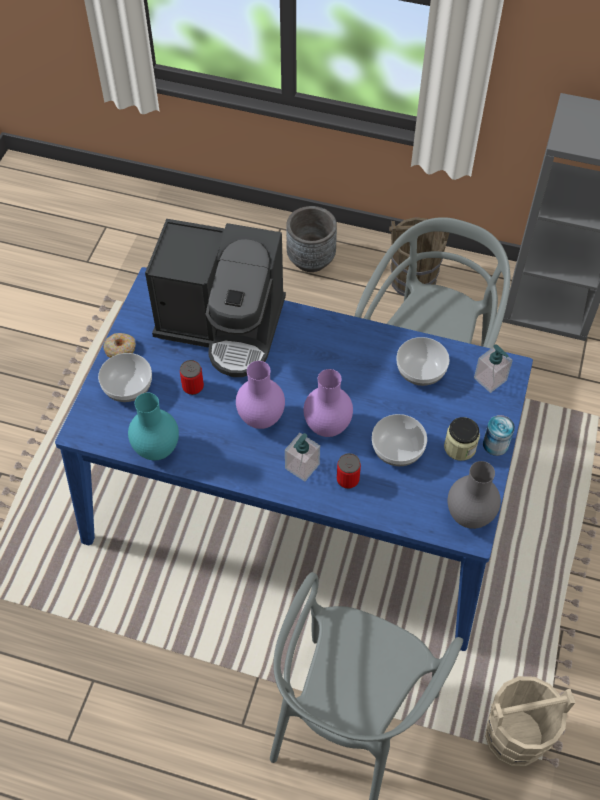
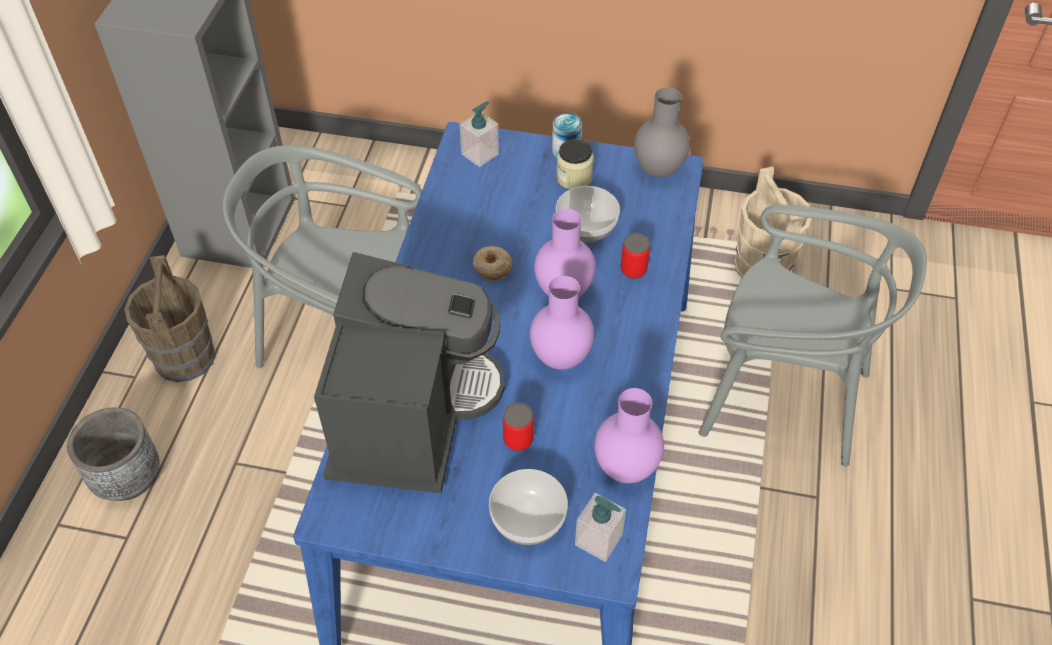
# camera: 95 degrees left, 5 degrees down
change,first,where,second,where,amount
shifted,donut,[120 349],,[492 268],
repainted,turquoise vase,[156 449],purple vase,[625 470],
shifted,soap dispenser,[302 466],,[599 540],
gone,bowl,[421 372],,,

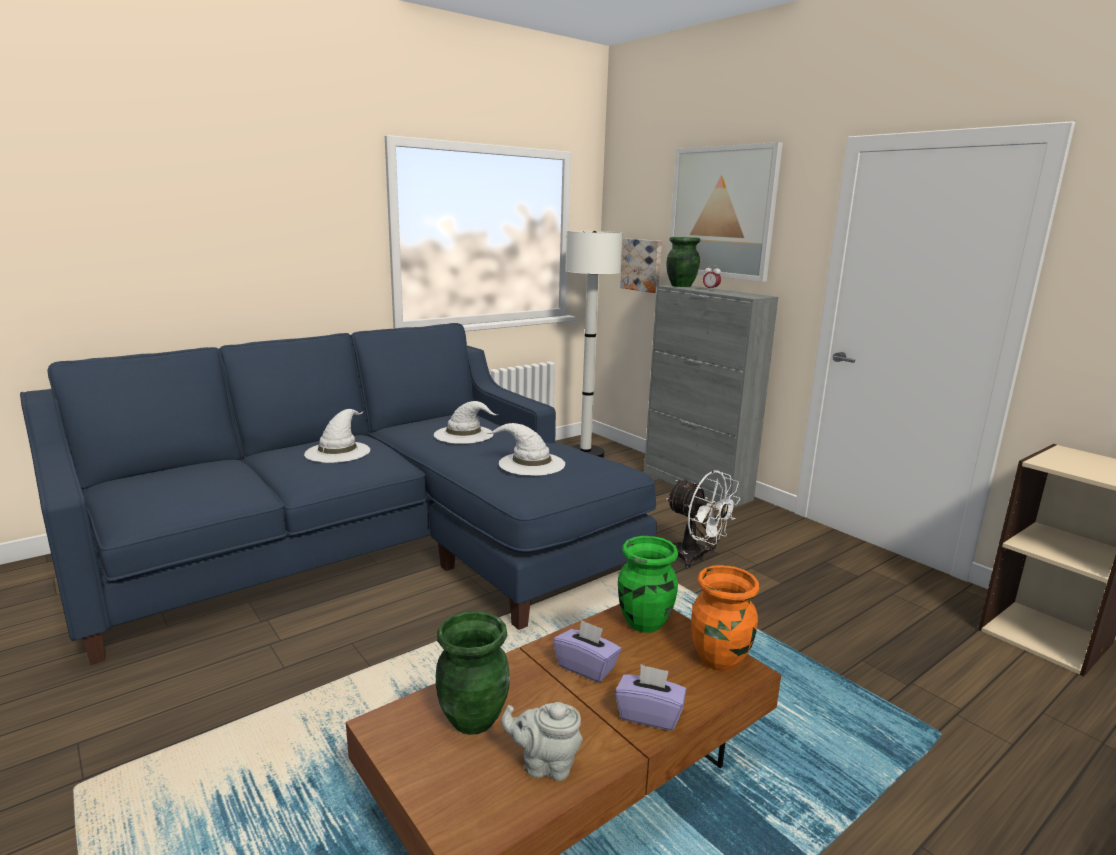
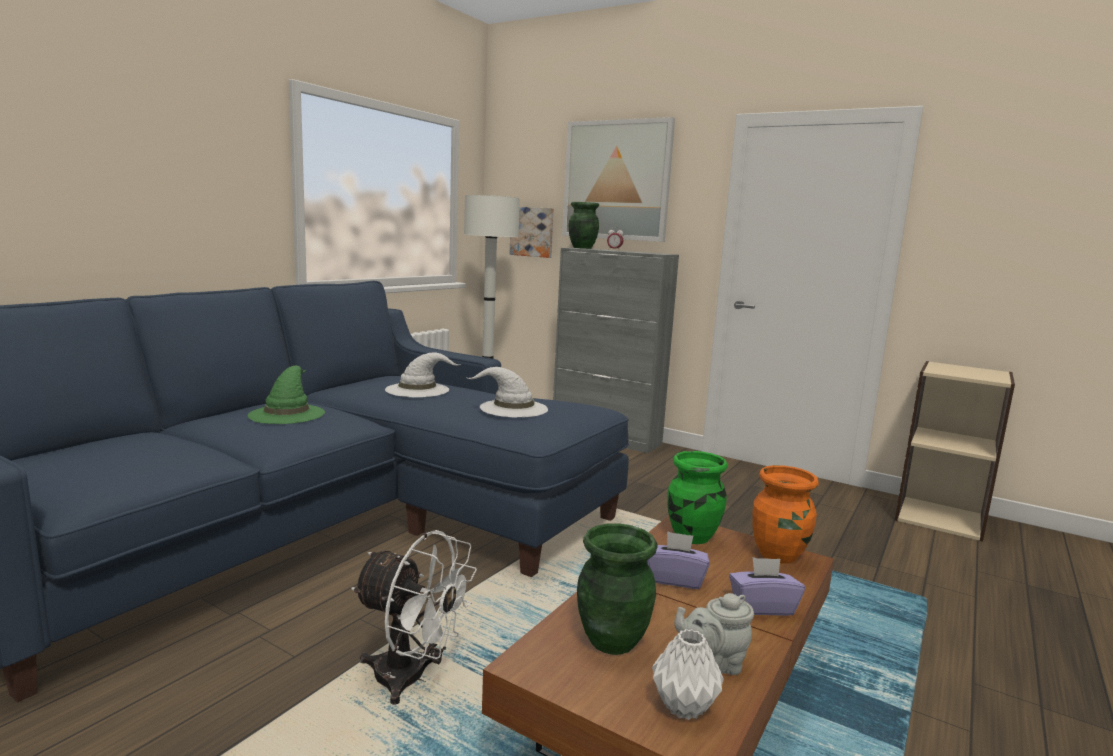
# camera: 20 degrees left, 5 degrees down
change,first,where,second,where,amount
repainted,white hat,[338 451],green hat,[287 413],
shifted,white fan,[696 558],,[412 679],
new,,,white vase,[685 707],

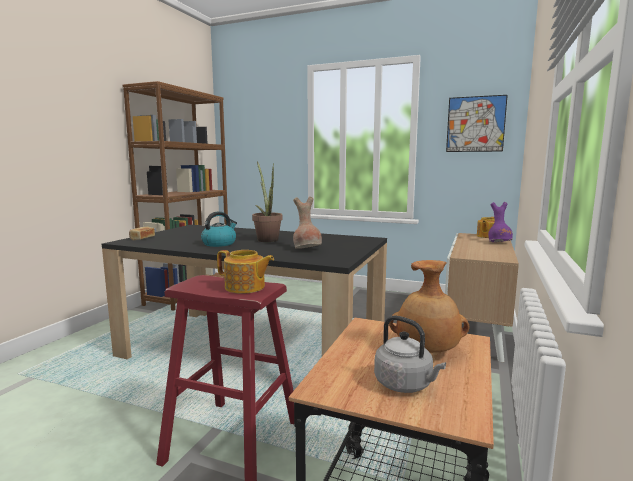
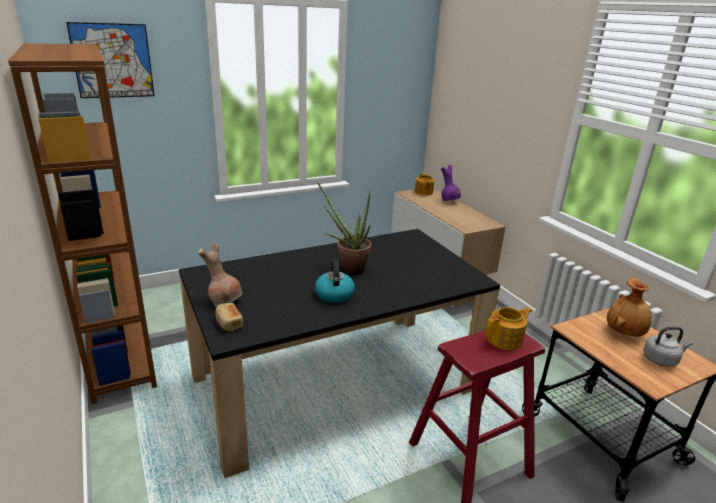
# camera: 50 degrees left, 15 degrees up
change,first,where,second,where,amount
shifted,brown vase,[307 249],,[225 301],
shifted,picture,[475 124],,[112 61],

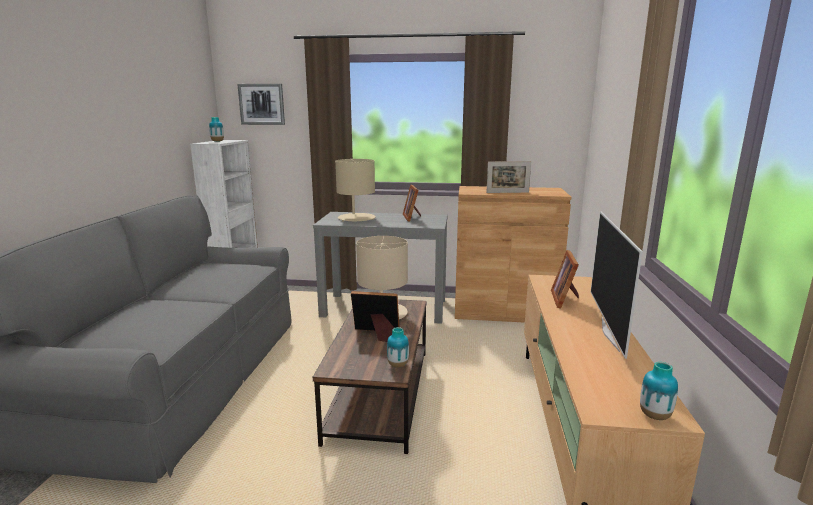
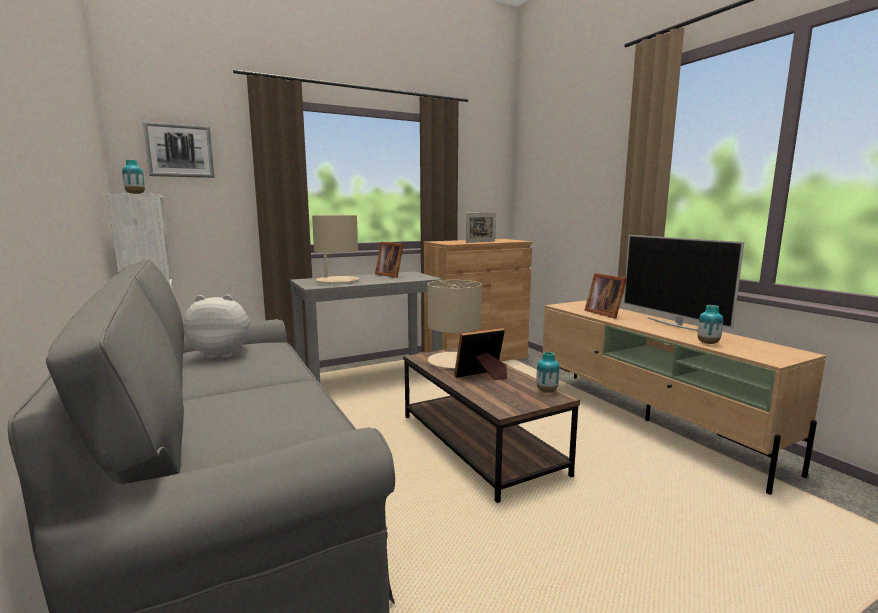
# camera: 35 degrees left, 5 degrees down
change,first,where,second,where,amount
shifted,vase,[654 415],,[708 343],
new,,,plush toy,[223 354],

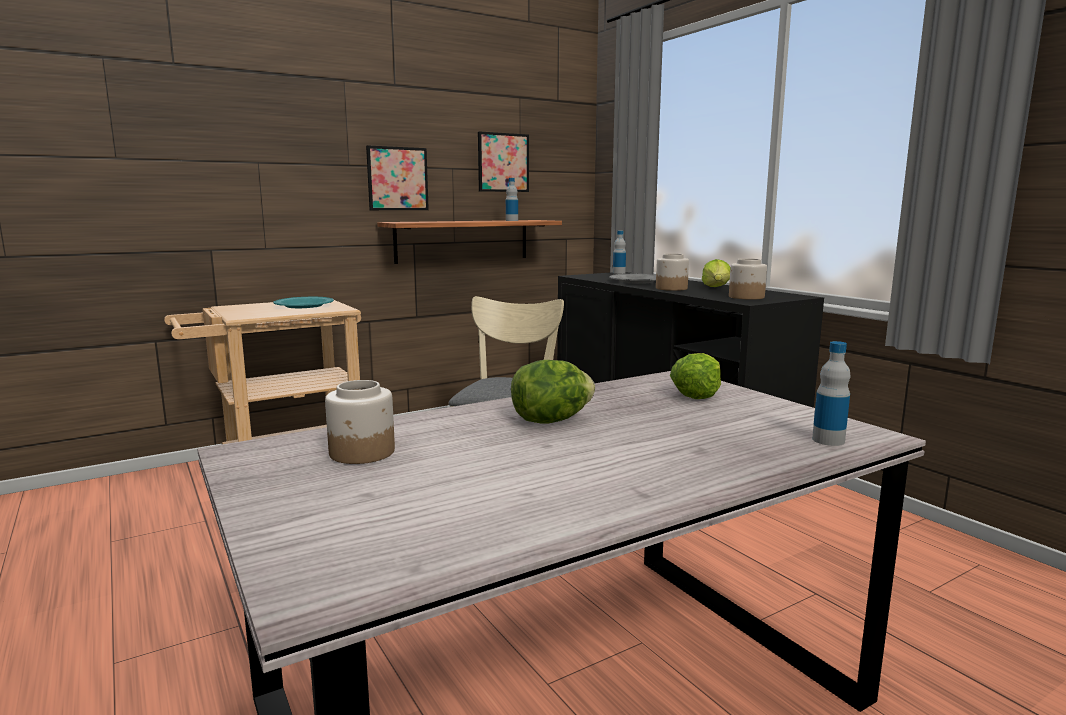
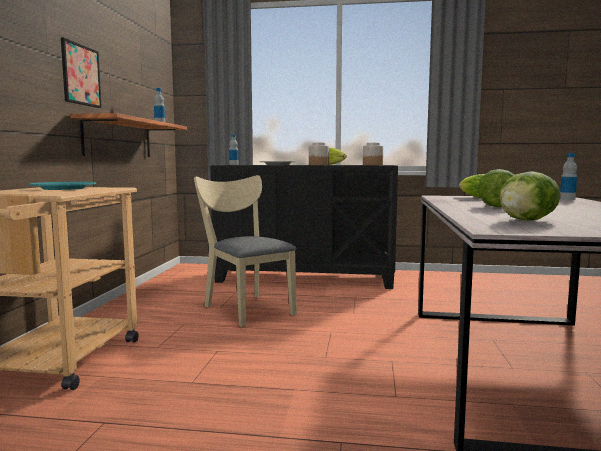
# camera: 50 degrees left, 5 degrees down
change,first,where,second,where,amount
swapped,jar,[362 453],lettuce,[526 220],
gone,picture,[503 162],,,

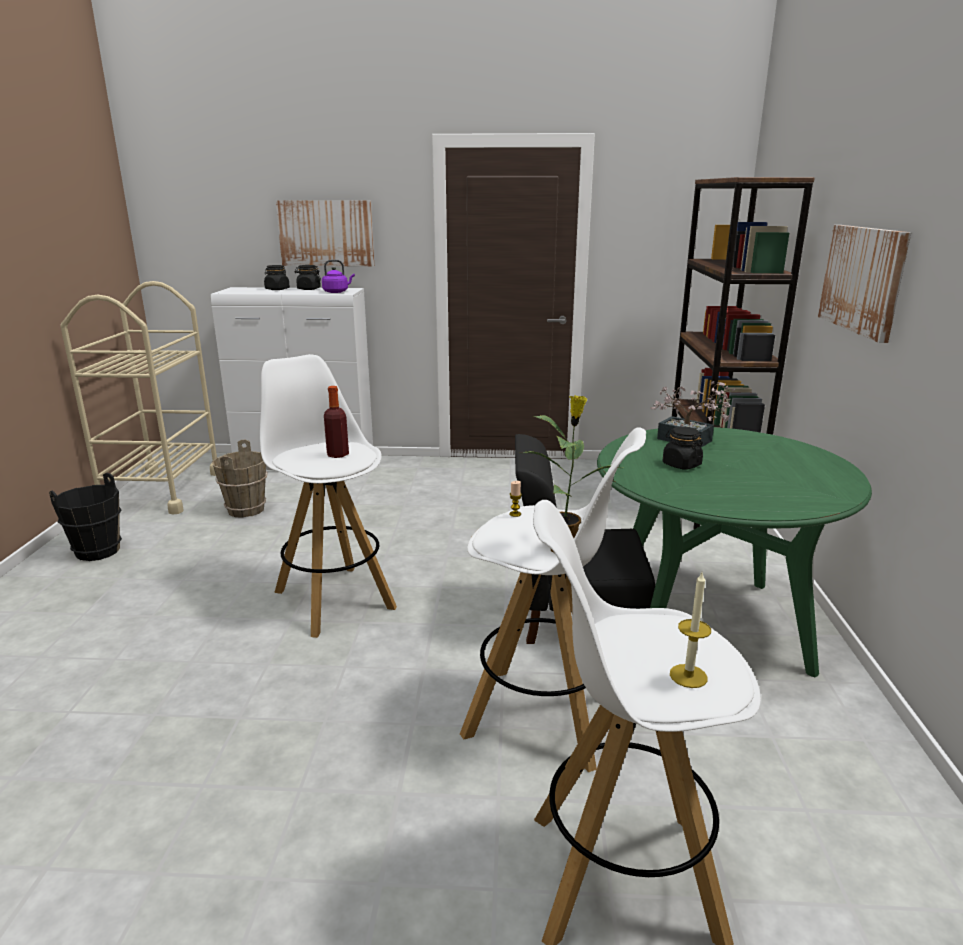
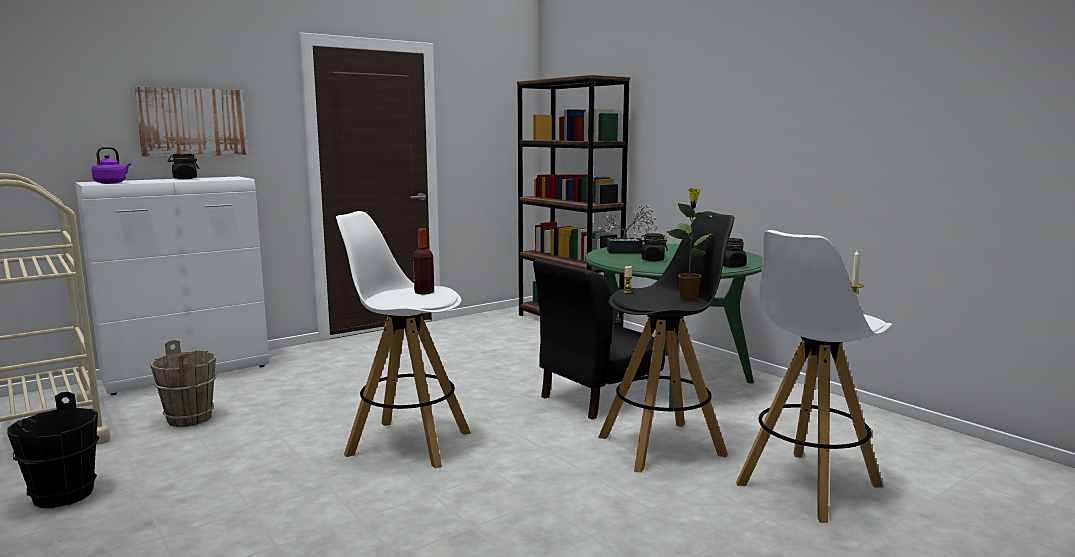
# camera: 40 degrees left, 10 degrees down
change,first,where,second,where,amount
shifted,black jar,[277 289],,[731 266],
shifted,purple kettle,[337 292],,[111 183],
repainted,white stool,[543 716],black stool,[663 446],
gone,picture,[863 279],,,

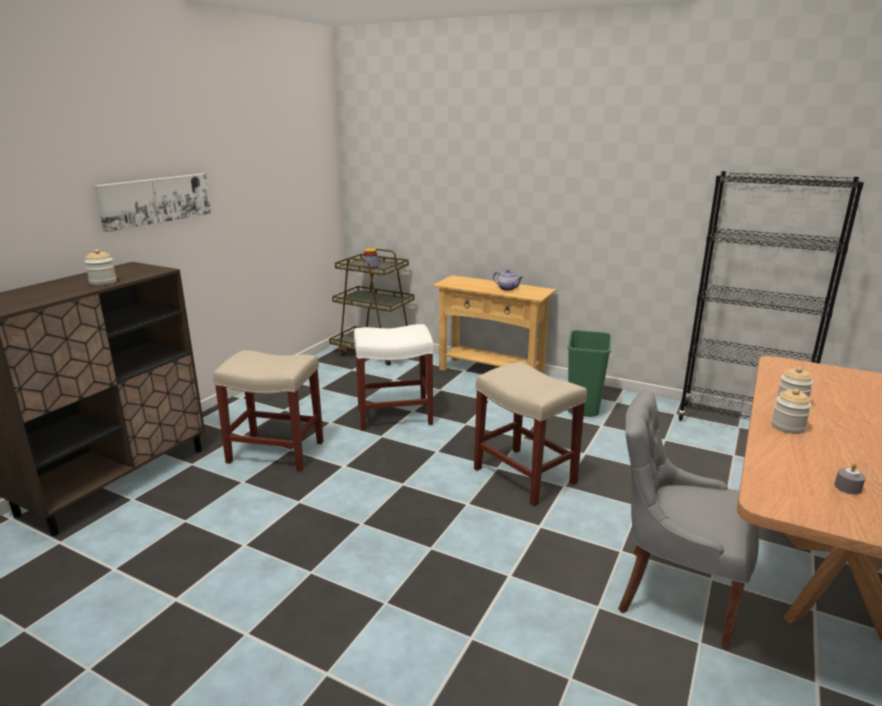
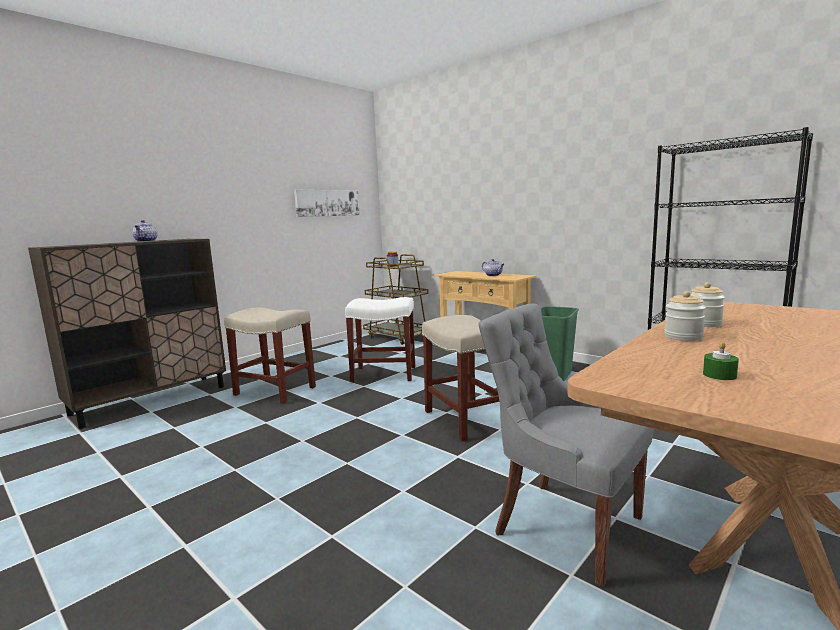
# camera: 15 degrees right, 10 degrees down
change,first,where,second,where,amount
swapped,jar,[103 282],teapot,[146 241],
shifted,picture,[155 200],,[327 203],
repainted,grey candle,[847 487],green candle,[719 375],

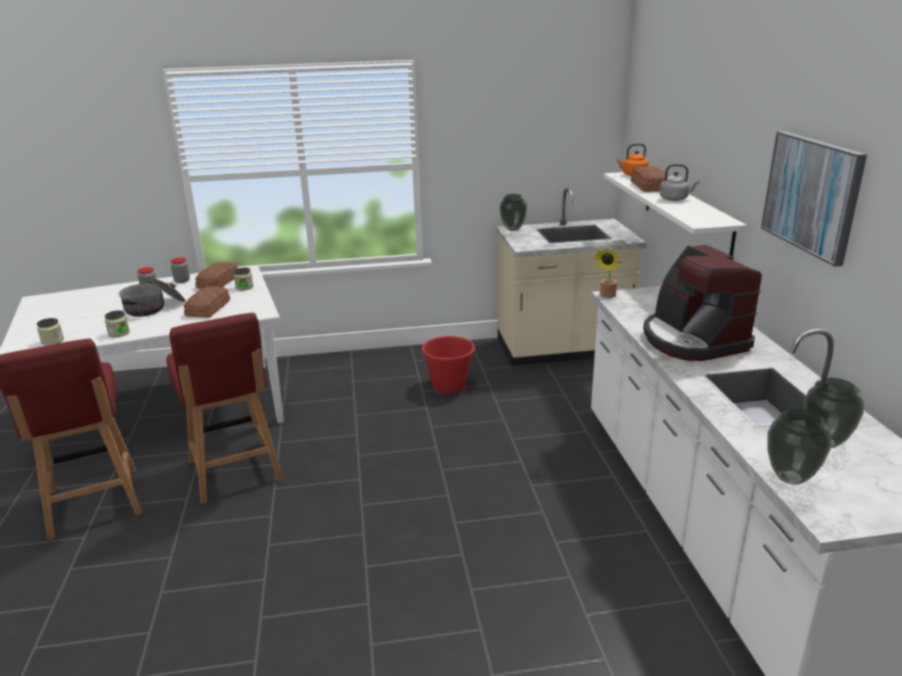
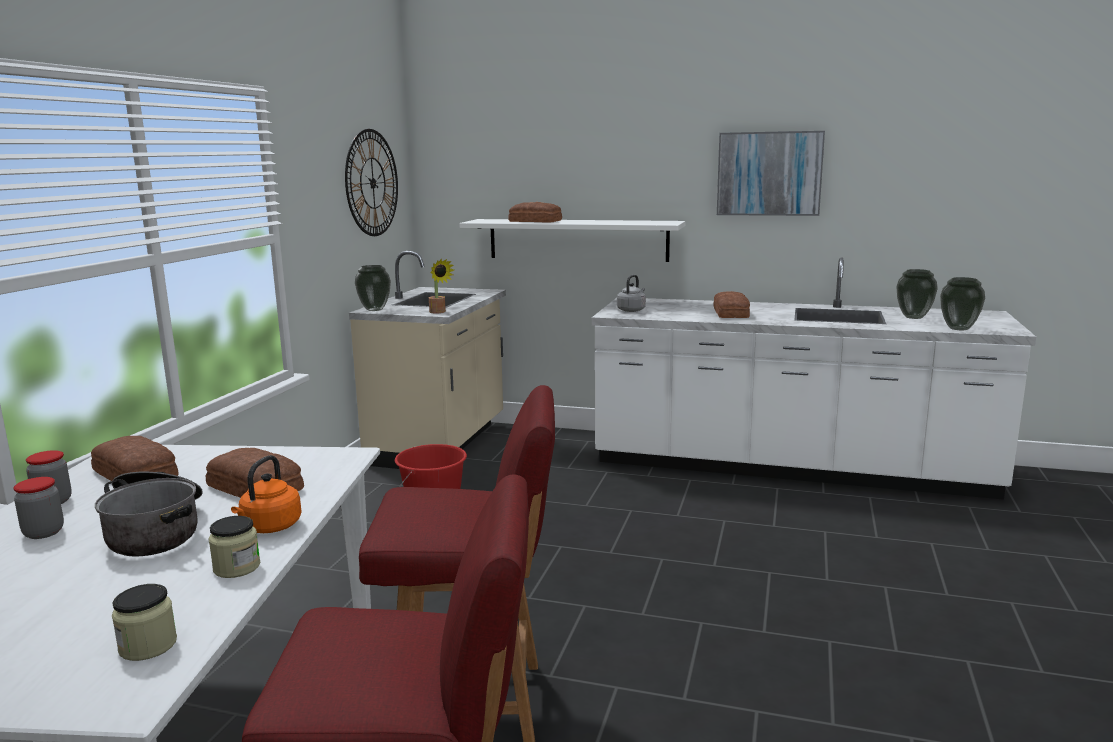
# camera: 65 degrees left, 10 degrees down
change,first,where,second,where,amount
gone,jar,[244 287],,,
shifted,potted plant,[606 296],,[439 312],
shifted,orange kettle,[633 175],,[269 527],
swapped,coffee machine,[692 340],bread,[731 313],
shifted,grey kettle,[675 199],,[632 310],
new,,,wall clock,[372 183],

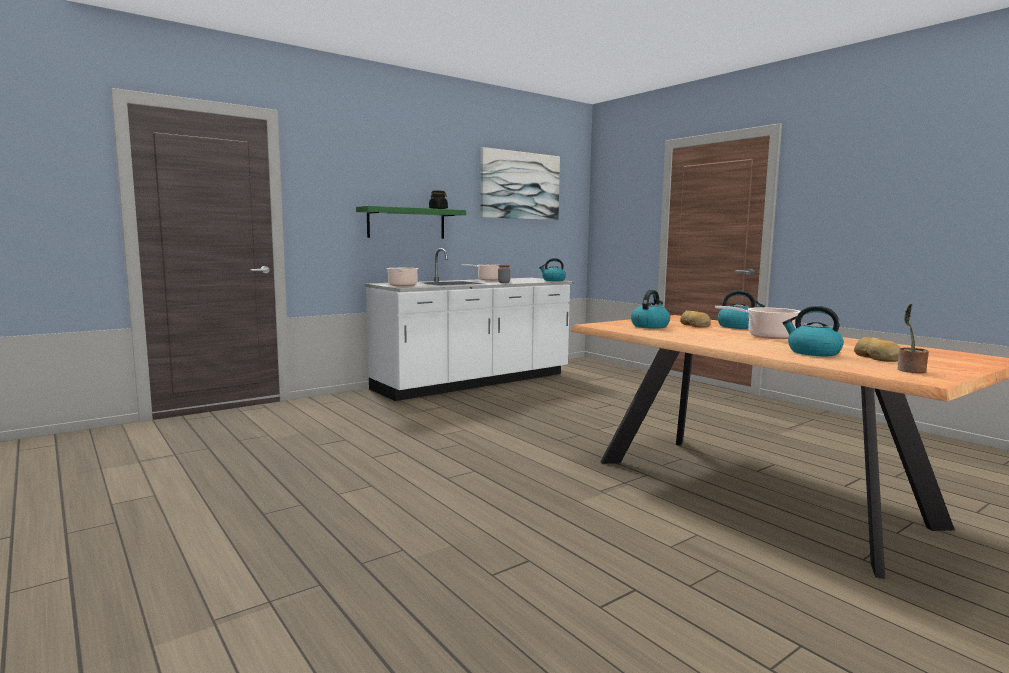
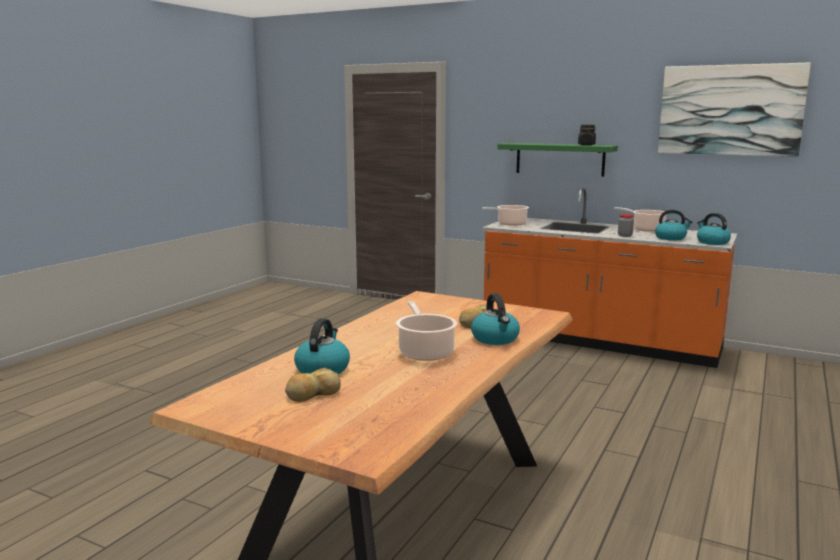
# camera: 65 degrees right, 5 degrees up
change,first,where,second,where,amount
repainted,white counter,[474 382],orange counter,[599 341],
shifted,kettle,[650 326],,[671 238],
gone,potted plant,[910 370],,,

